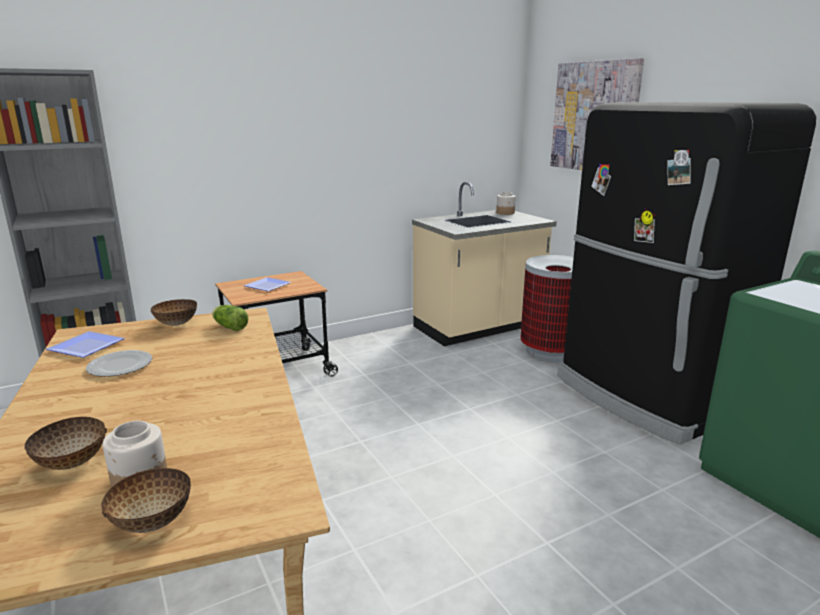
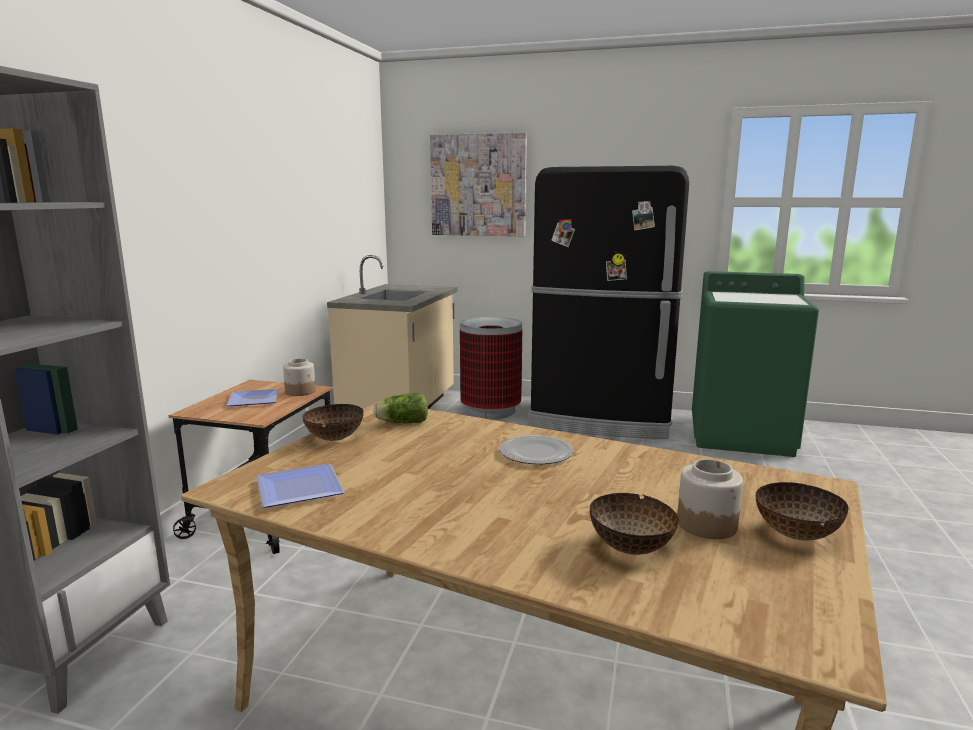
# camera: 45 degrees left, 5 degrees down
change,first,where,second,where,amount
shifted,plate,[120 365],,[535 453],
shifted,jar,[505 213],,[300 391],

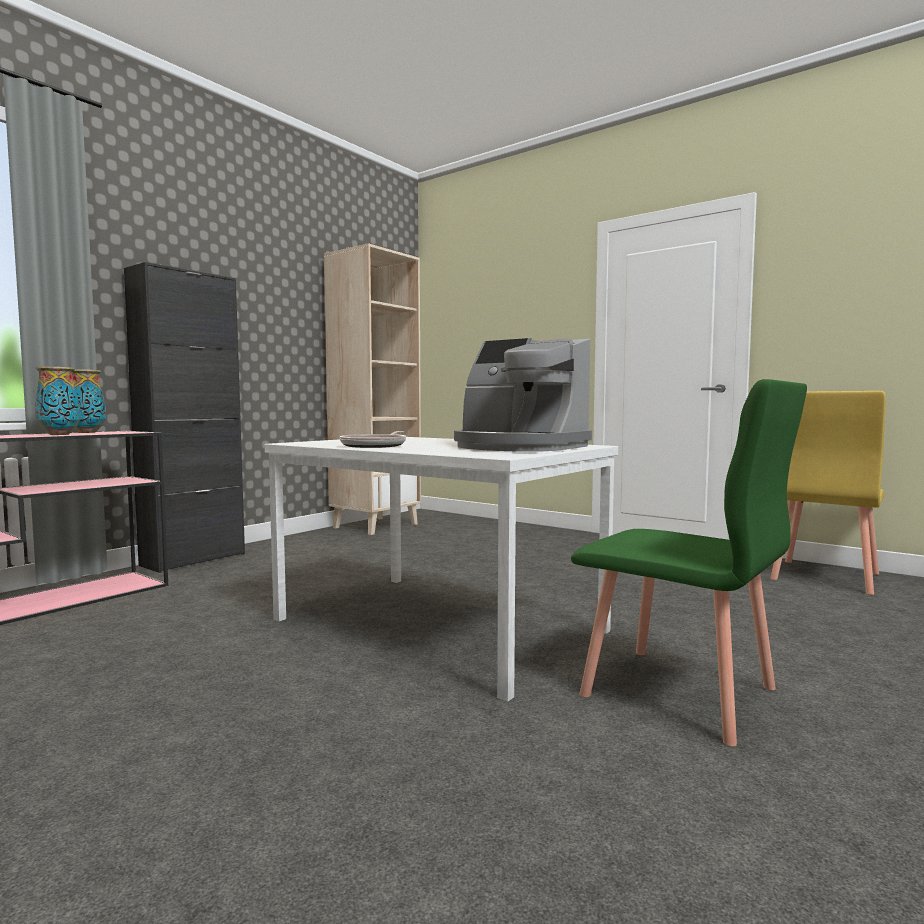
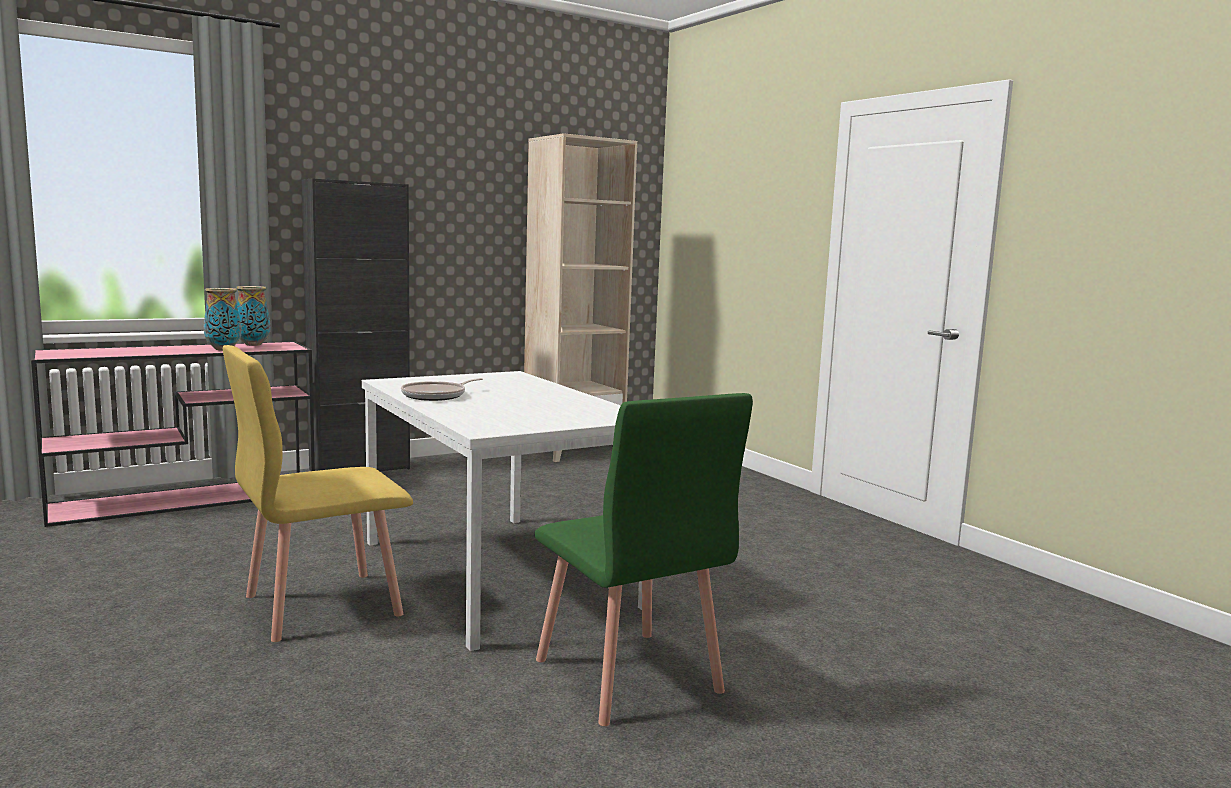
# camera: 20 degrees right, 5 degrees up
change,first,where,second,where,amount
gone,coffee machine,[518 447],,,
shifted,yellow chair,[824 576],,[321 605],

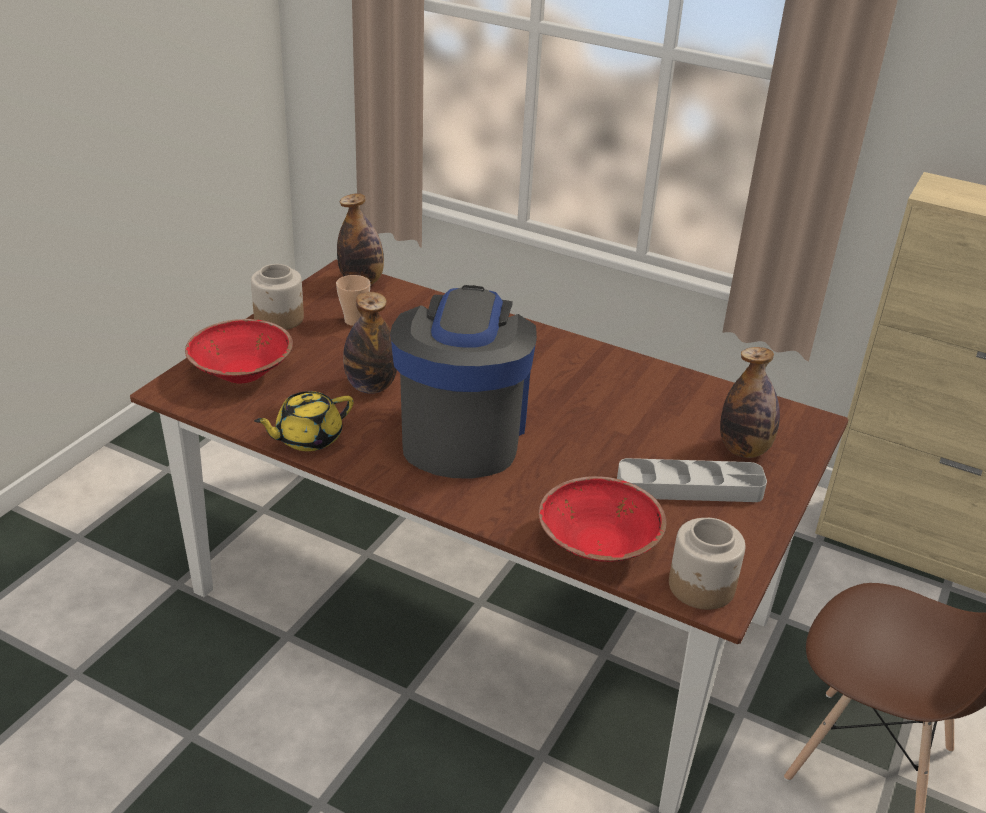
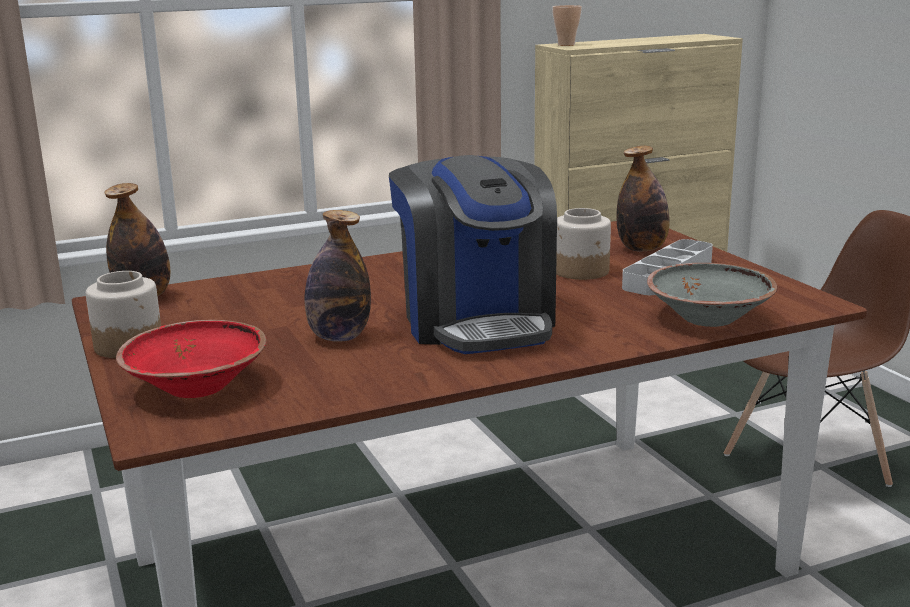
# camera: 50 degrees left, 15 degrees down
change,first,where,second,where,amount
gone,yellow teapot,[307 438],,,
shifted,cup,[354 321],,[566 45],
rotated,coffee machine,[462 431],,[477 322],150 degrees counterclockwise
repainted,red bowl,[599 545],grey bowl,[709 318],
shifted,jar,[701 587],,[582 271],

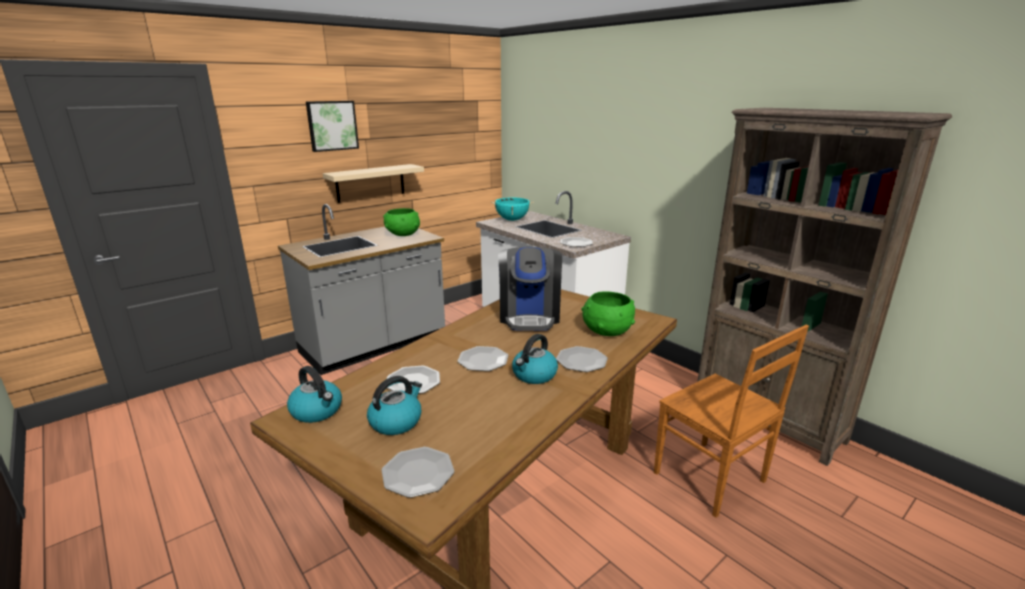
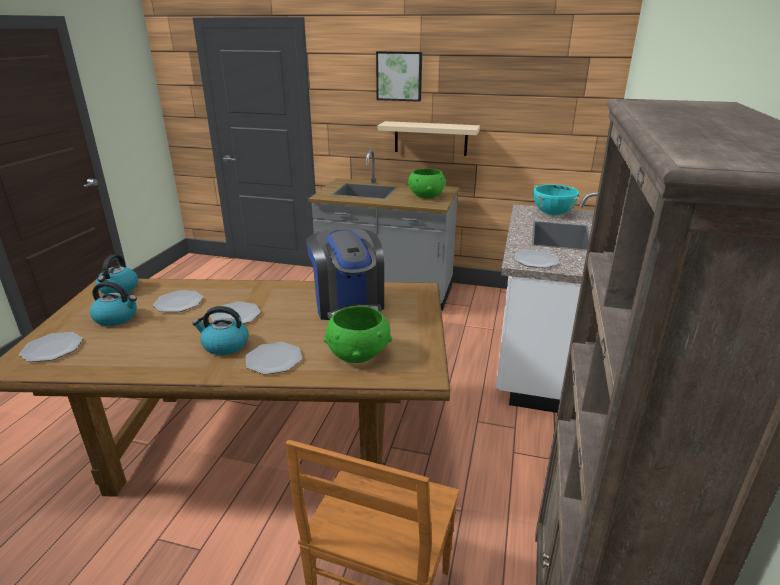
# camera: 55 degrees right, 5 degrees up
change,first,where,second,where,amount
rotated,coffee machine,[529 316],,[348 306],75 degrees counterclockwise

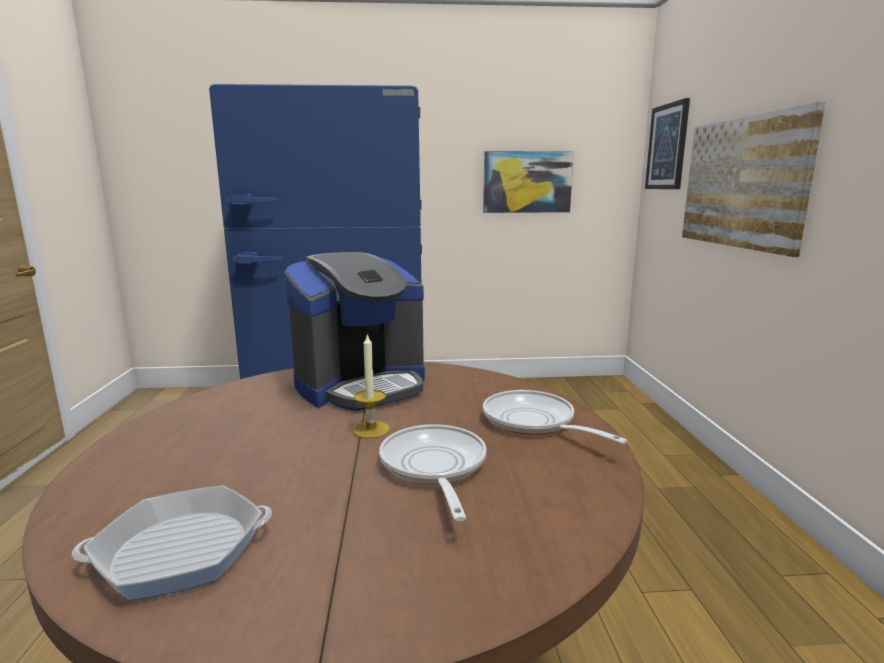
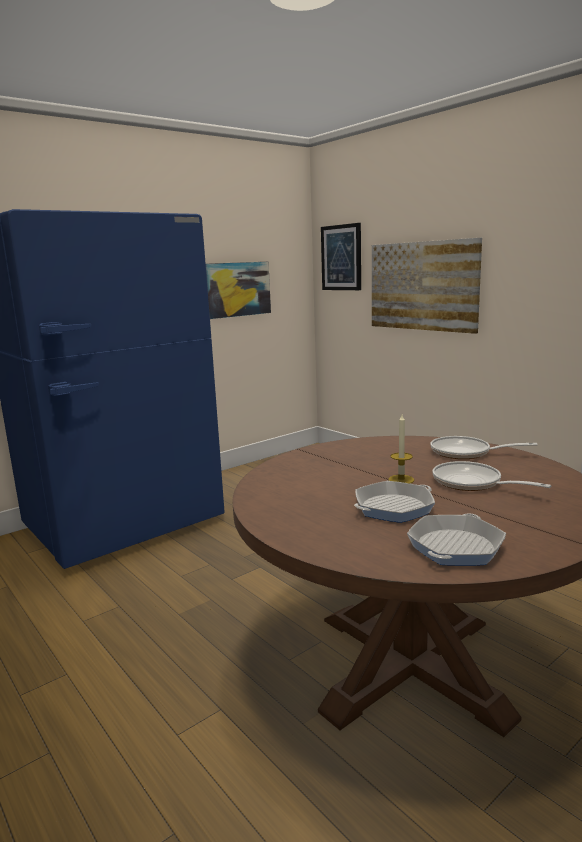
# camera: 35 degrees left, 0 degrees up
change,first,where,second,where,amount
gone,coffee machine,[361 386],,,
new,,,frying pan,[393 507],

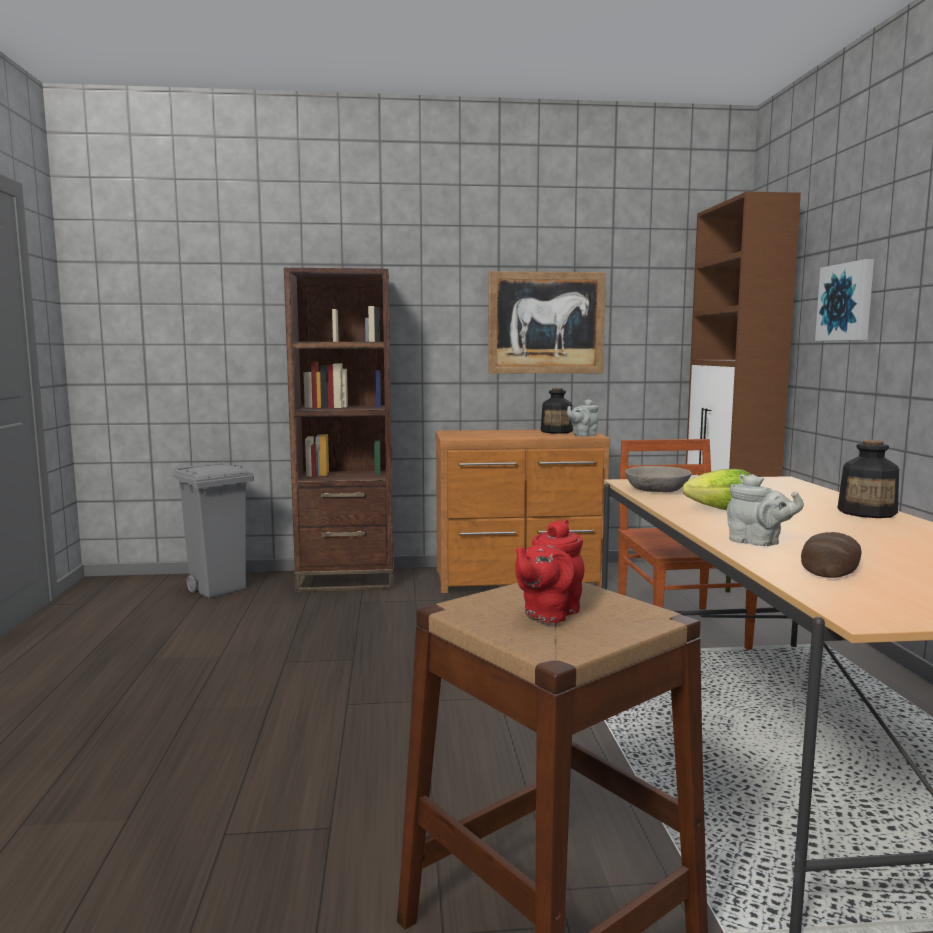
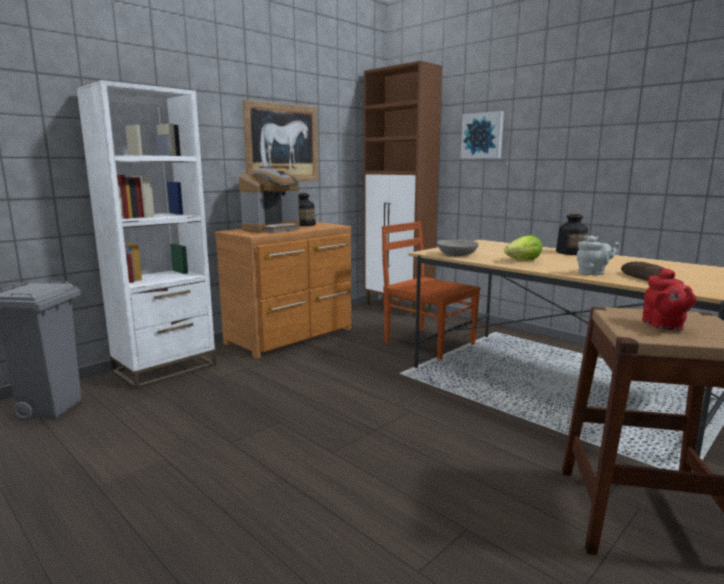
# camera: 40 degrees left, 5 degrees up
change,first,where,second,where,amount
repainted,brown bookcase,[346 580],white bookcase,[165 368],
gone,grey teapot,[583 435],,,
new,,,coffee machine,[272 229],

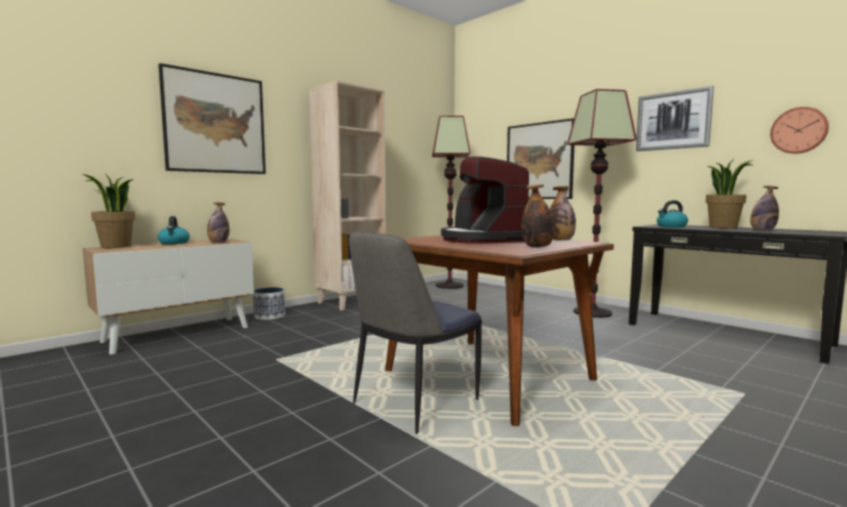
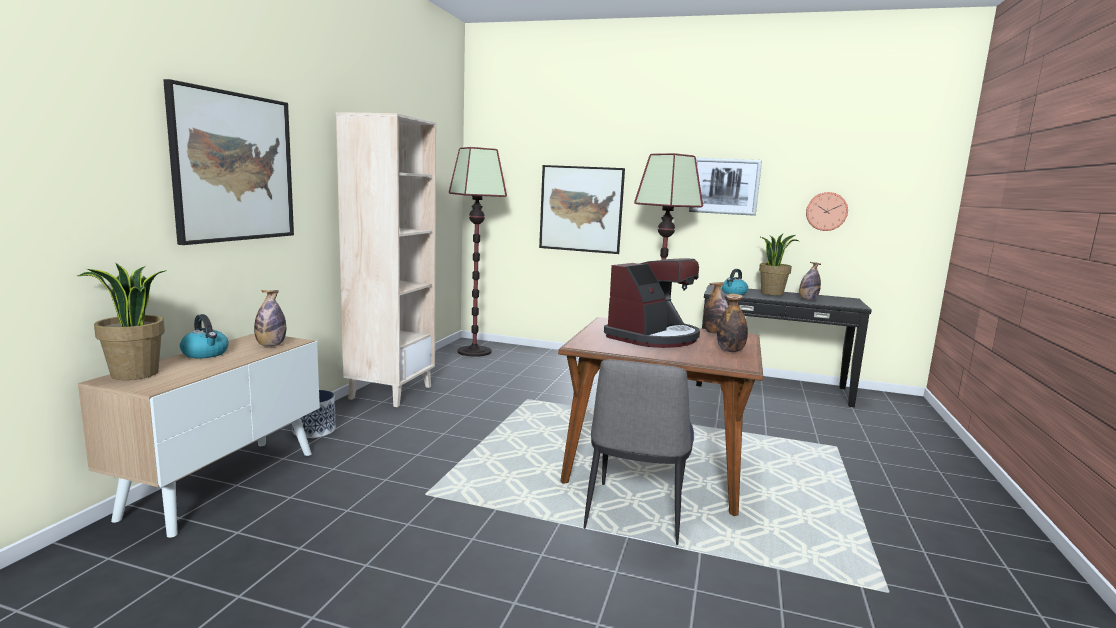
# camera: 30 degrees left, 5 degrees up
change,first,where,second,where,amount
rotated,coffee machine,[482 240],,[653 337],90 degrees counterclockwise

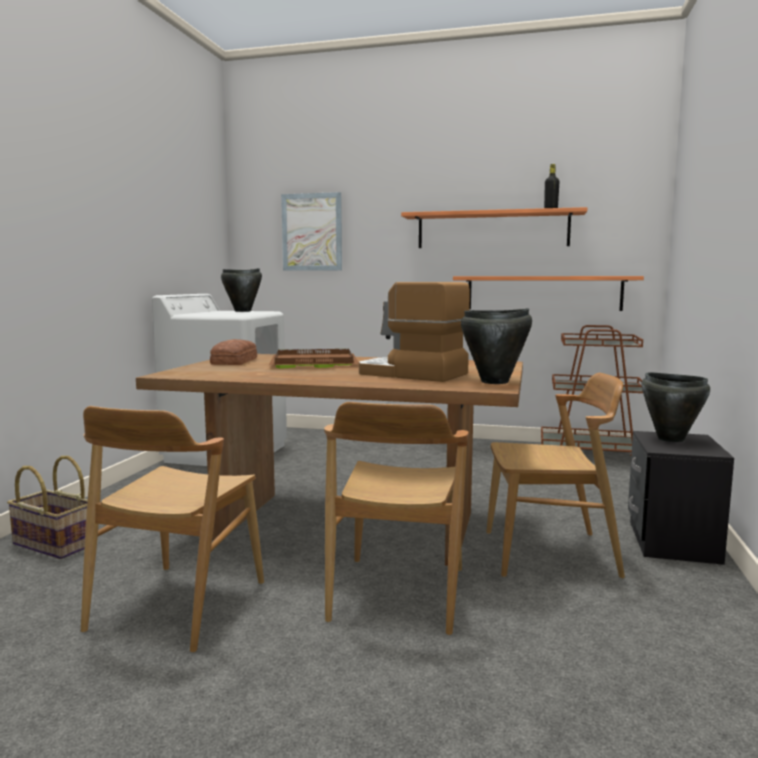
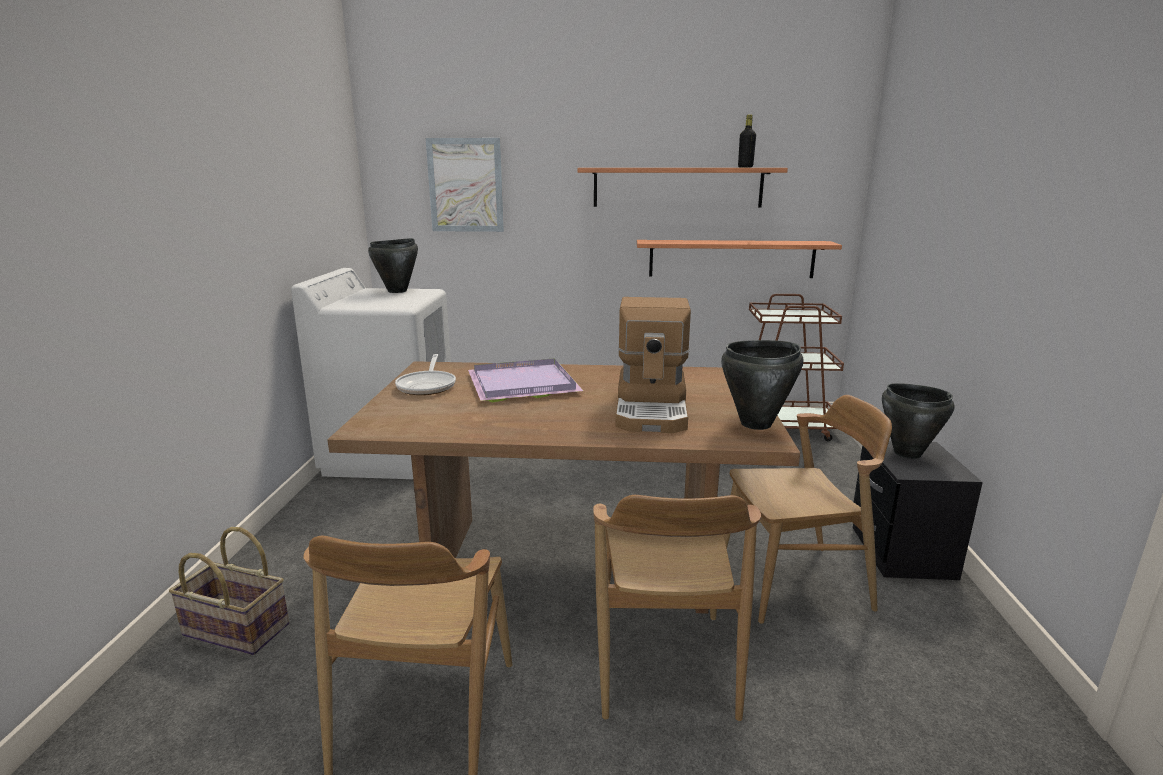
# camera: 10 degrees left, 10 degrees up
change,first,where,second,where,amount
swapped,bread,[236 361],frying pan,[427 386],
repainted,brown tray,[312 363],purple tray,[521 385],
rotated,coffee machine,[411 374],,[653 409],105 degrees counterclockwise

